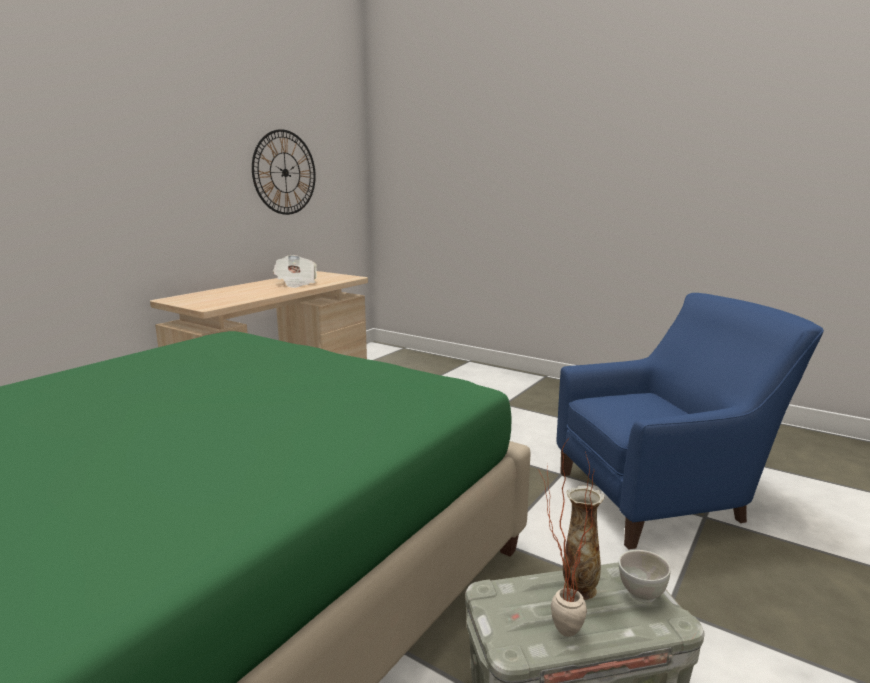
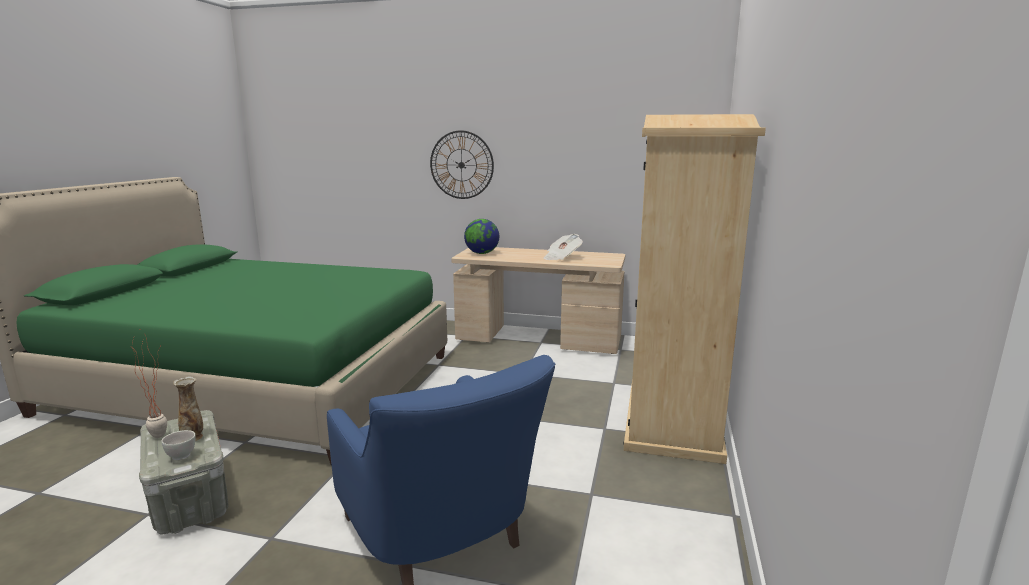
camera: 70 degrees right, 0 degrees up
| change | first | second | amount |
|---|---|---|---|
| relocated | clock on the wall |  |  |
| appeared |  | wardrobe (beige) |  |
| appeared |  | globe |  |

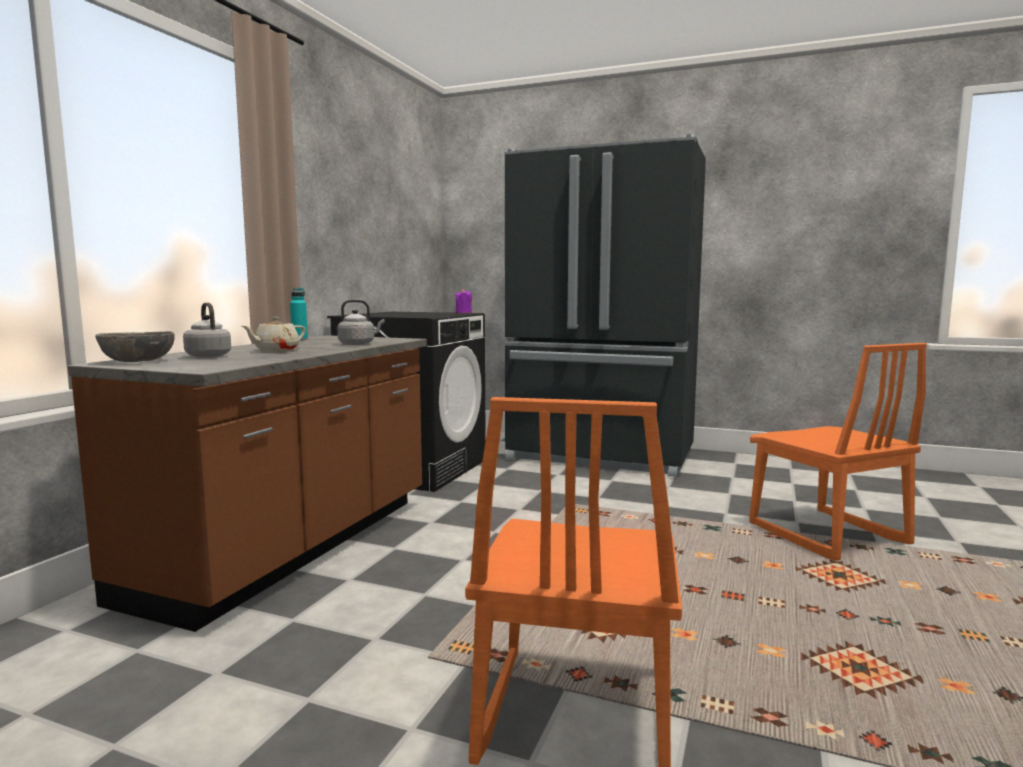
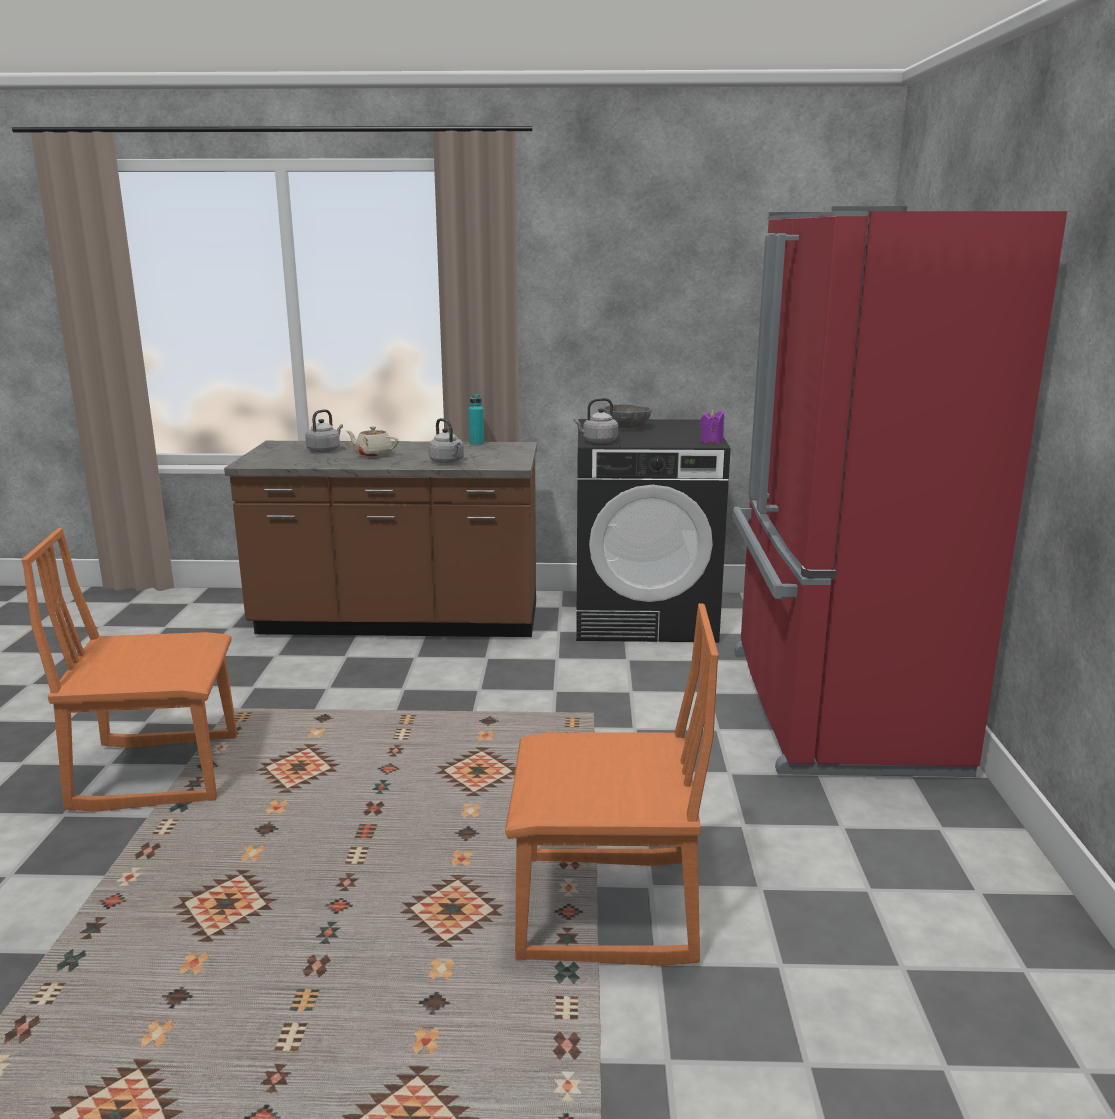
camera: 70 degrees right, 10 degrees up
| change | first | second | amount |
|---|---|---|---|
| colour | refrigerator (black) | refrigerator (reddish) |  |
| relocated | bowl (gray) |  |  |
| spun | plain chair (orange) (no. 2 from left) |  | 135 degrees counterclockwise |
| appeared |  | tea kettle (gray) (no. 3 from left) |  |

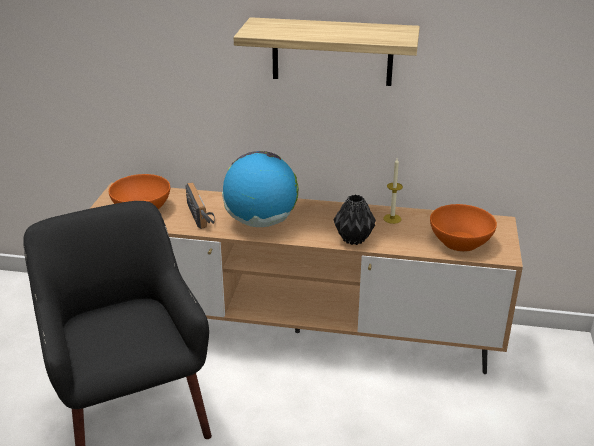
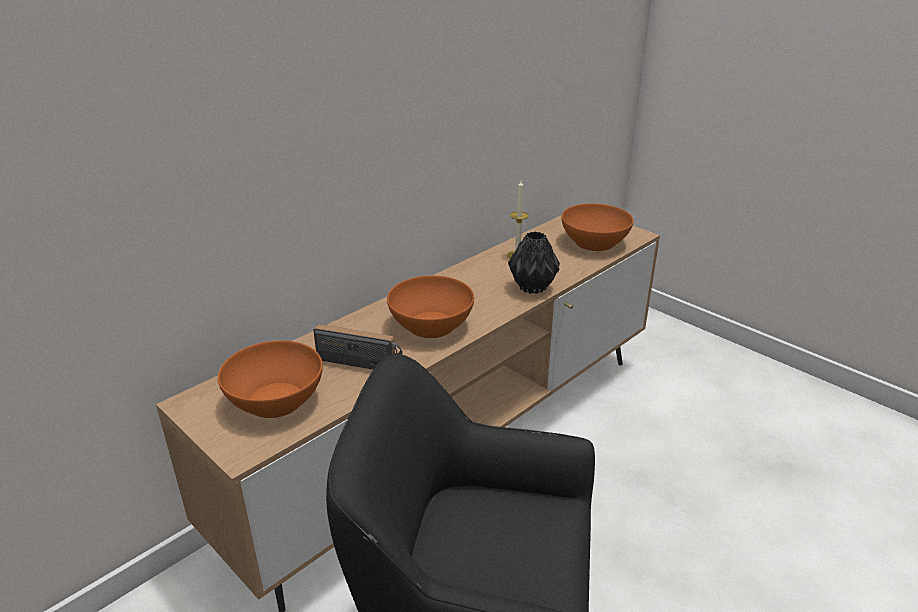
camera: 55 degrees left, 0 degrees up
| change | first | second | amount |
|---|---|---|---|
| missing | wall shelf |  |  |
| exchanged | globe | bowl (orange) (no. 2 from left) |  |

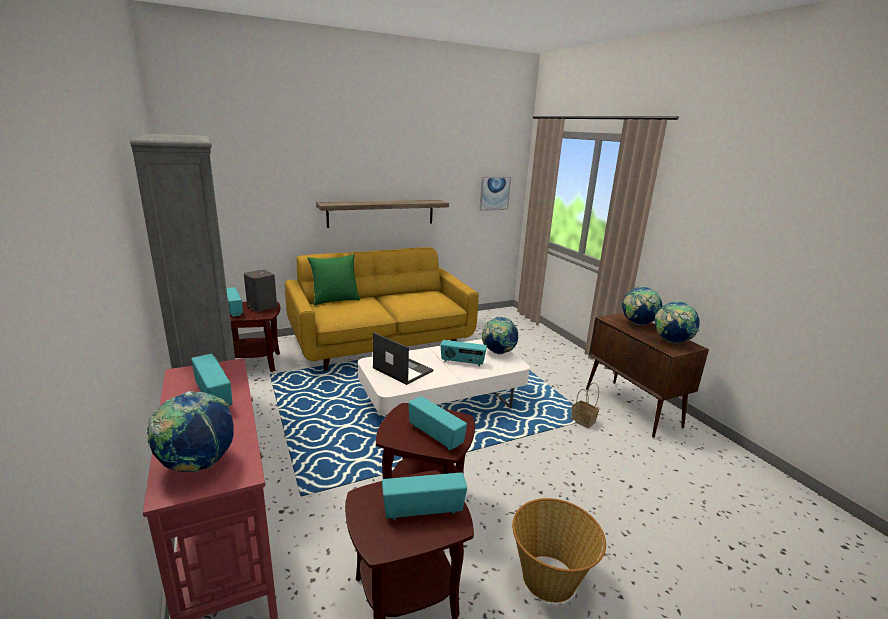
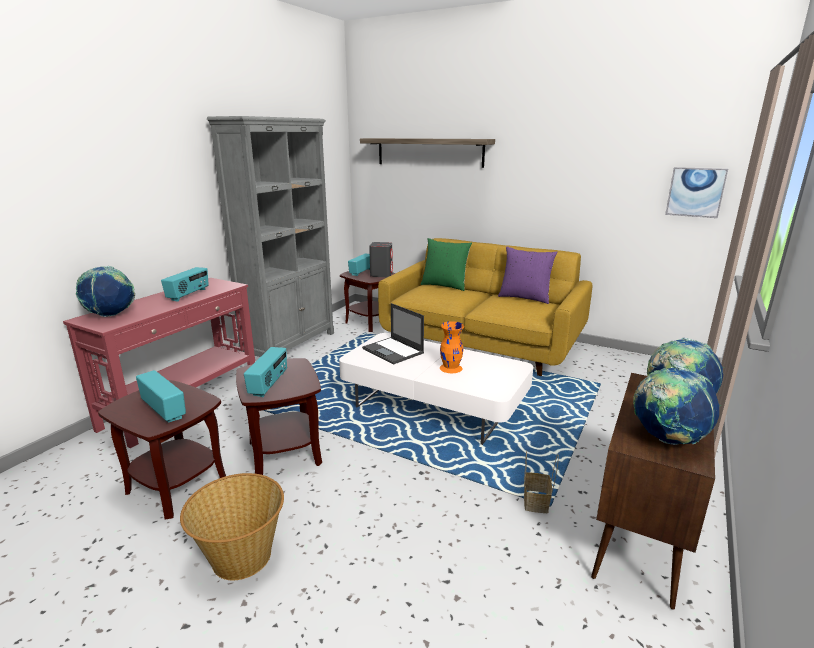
camera: 55 degrees right, 0 degrees up
| change | first | second | amount |
|---|---|---|---|
| relocated | wall shelf |  |  |
| missing | globe (no. 2 from left) |  |  |
| spun | laptop |  | 135 degrees clockwise |
| exchanged | radio set (no. 5 from left) | decorative vase (orange) |  |
| appeared |  | pillow (purplish) |  |

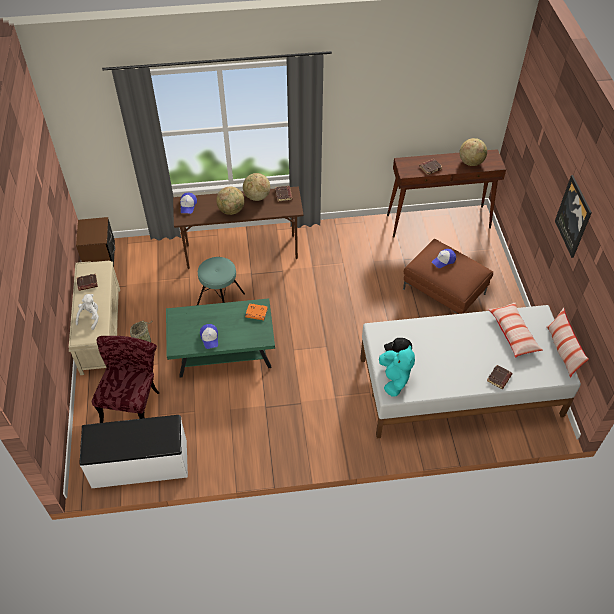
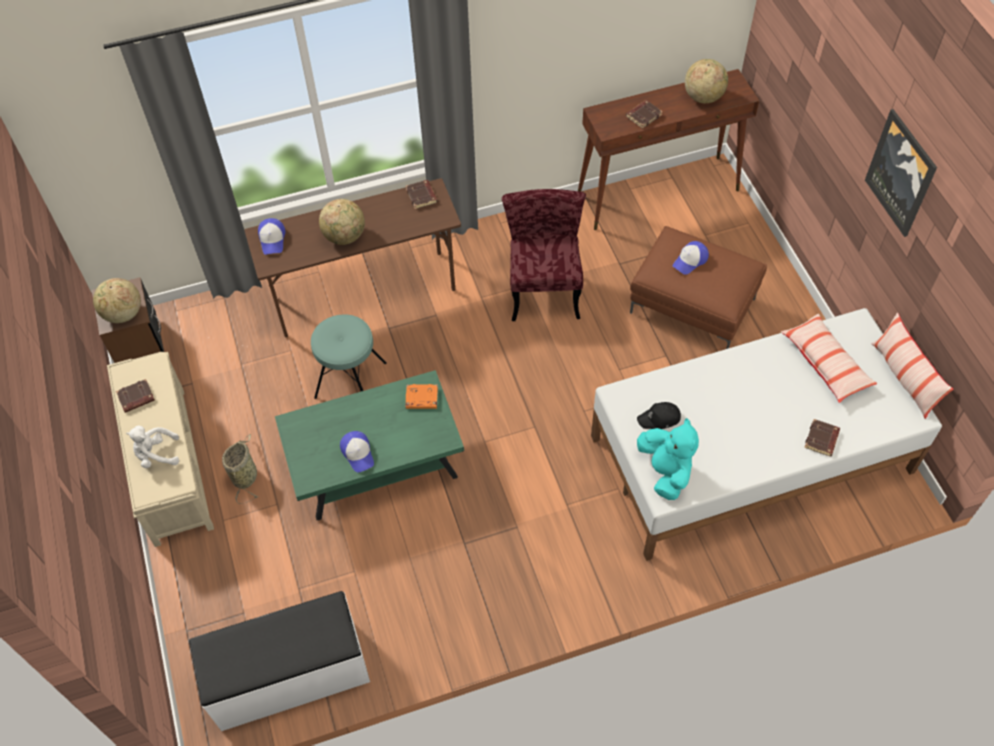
camera: 10 degrees left, 5 degrees up
| change | first | second | amount |
|---|---|---|---|
| relocated | globe (no. 2 from left in the first image) | globe (no. 1 from left) |  |
| spun | soft toy (white) |  | 105 degrees counterclockwise |
| relocated | plain chair (reddish) |  |  |

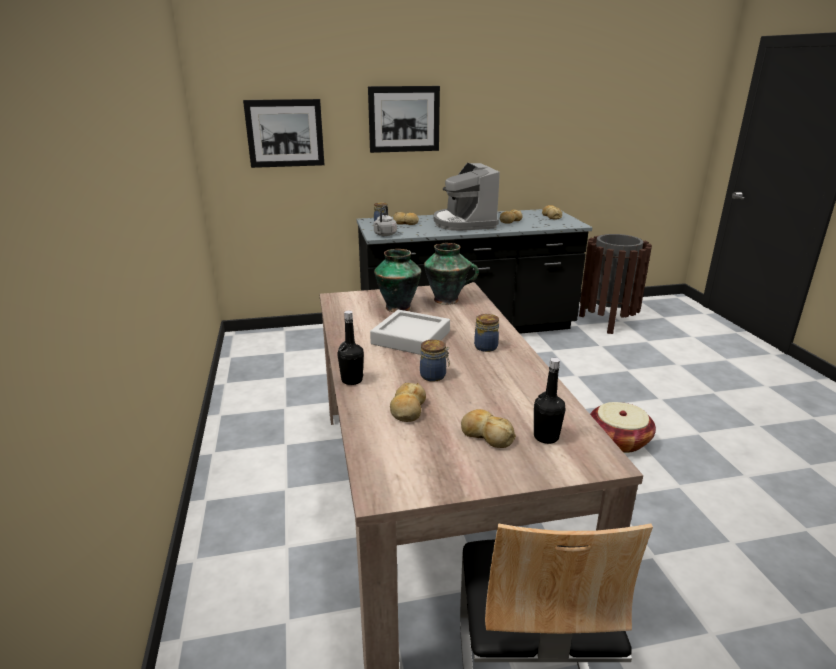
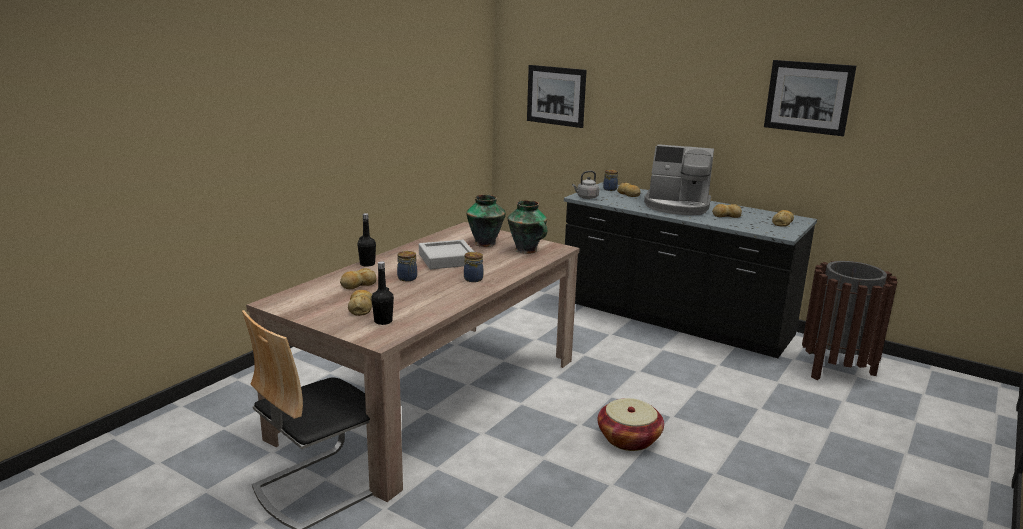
camera: 45 degrees right, 5 degrees down
| change | first | second | amount |
|---|---|---|---|
| relocated | picture (no. 2 from left) |  |  |
| spun | coffee machine |  | 105 degrees counterclockwise |

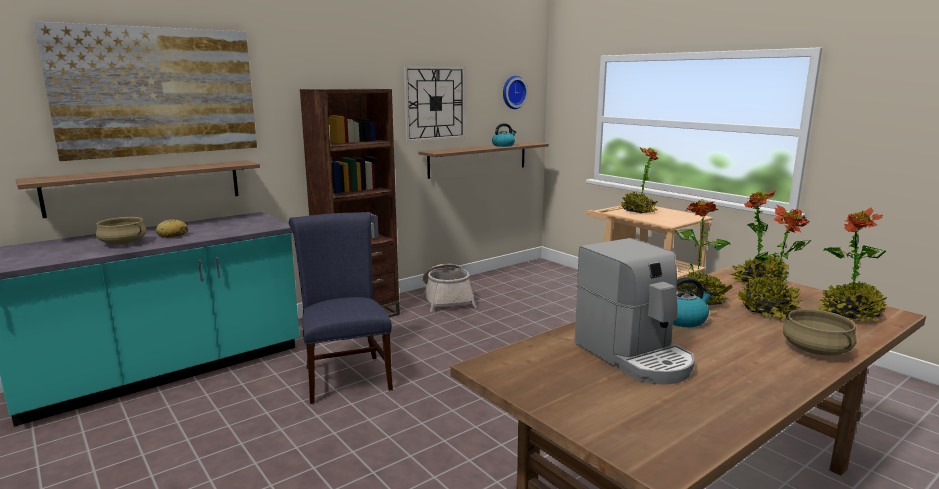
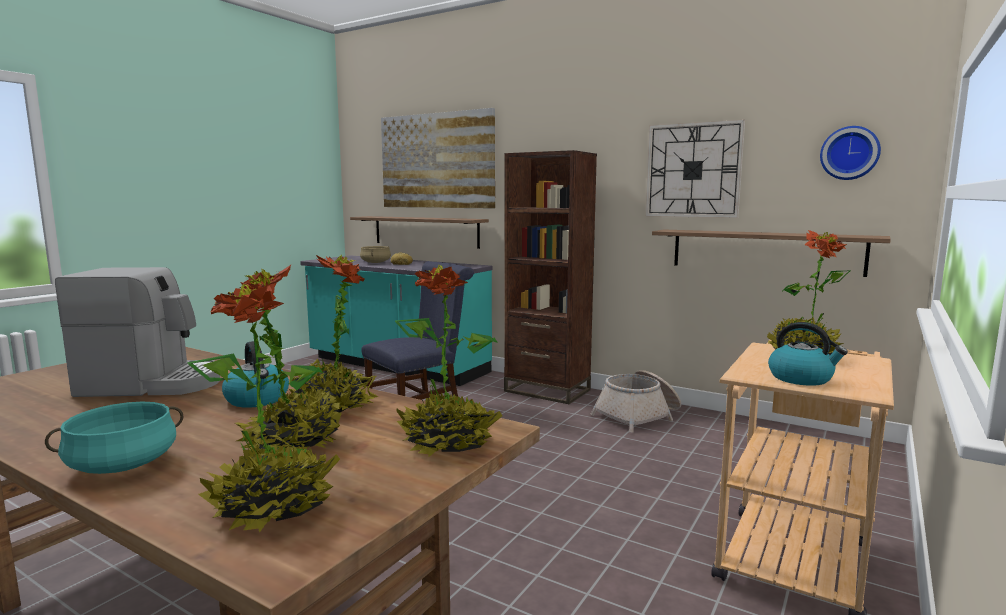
camera: 70 degrees right, 5 degrees down
| change | first | second | amount |
|---|---|---|---|
| relocated | tea kettle (no. 1 from left in the first image) | tea kettle (no. 2 from left) |  |
| spun | coffee machine |  | 135 degrees counterclockwise |
| colour | stockpot (beige) (no. 2 from left) | stockpot (blue-green) |  |

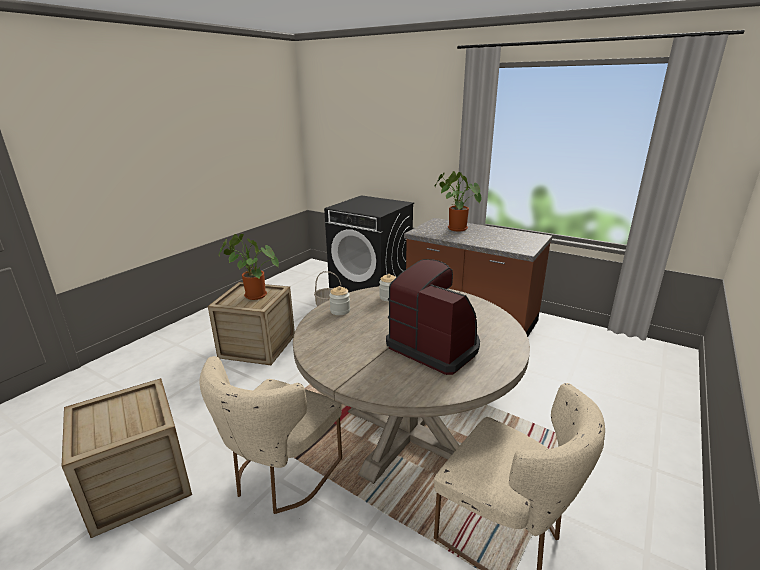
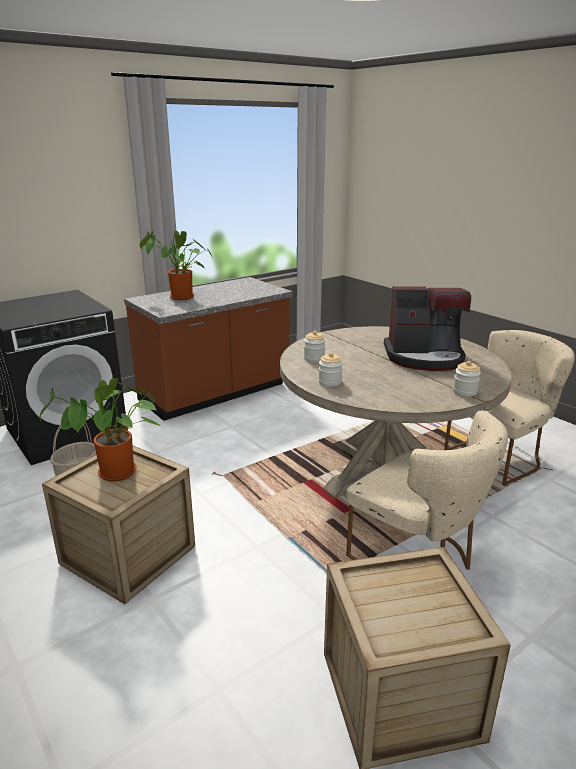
camera: 70 degrees left, 0 degrees up
| change | first | second | amount |
|---|---|---|---|
| spun | coffee machine |  | 150 degrees counterclockwise |
| appeared |  | preserve jar (no. 3 from left) |  |

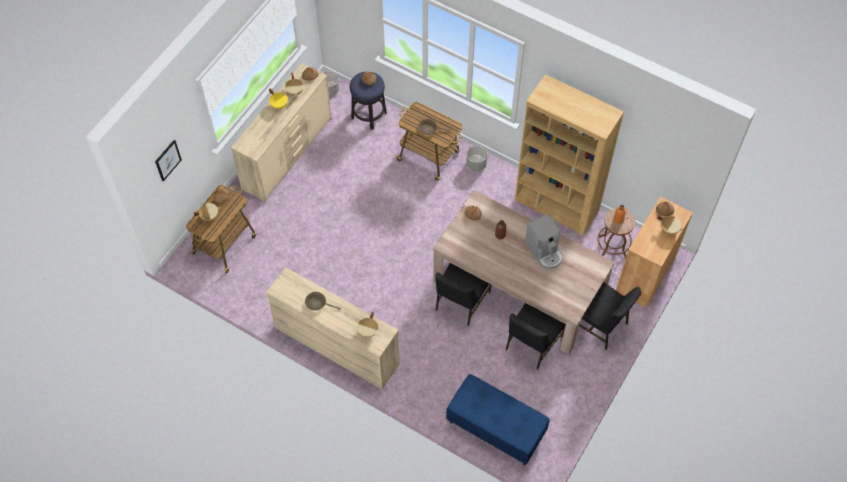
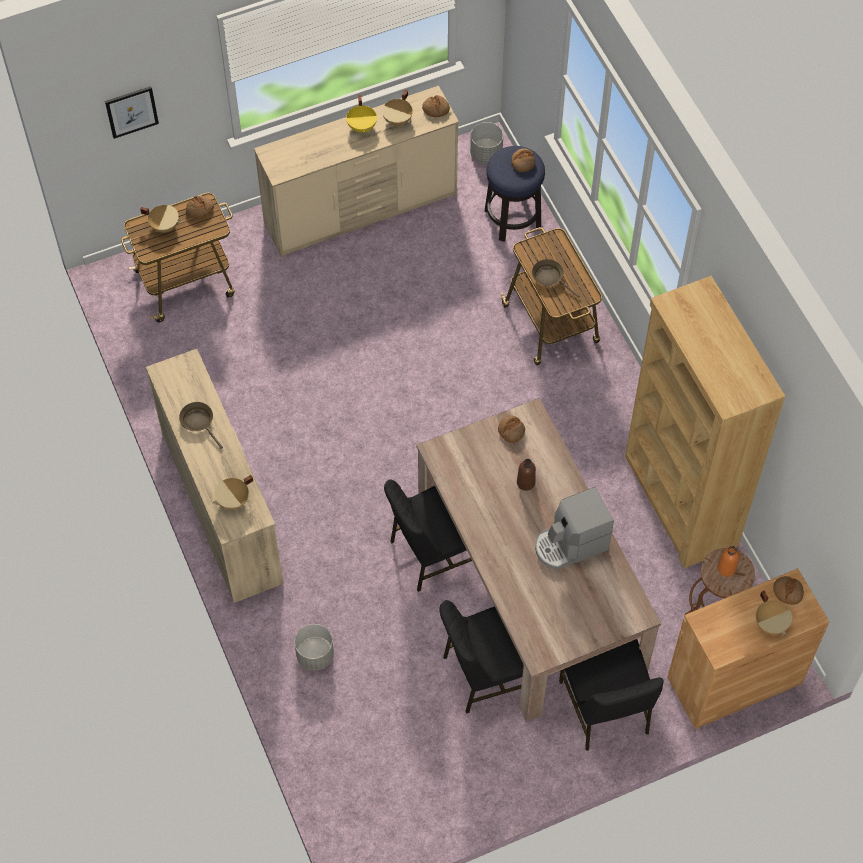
camera: 35 degrees right, 0 degrees up
| change | first | second | amount |
|---|---|---|---|
| relocated | flower pot (gray) (no. 2 from left in the first image) | flower pot (gray) (no. 1 from left) |  |
| spun | coffee machine |  | 60 degrees clockwise |
| missing | indoor bench (blue) |  |  |

